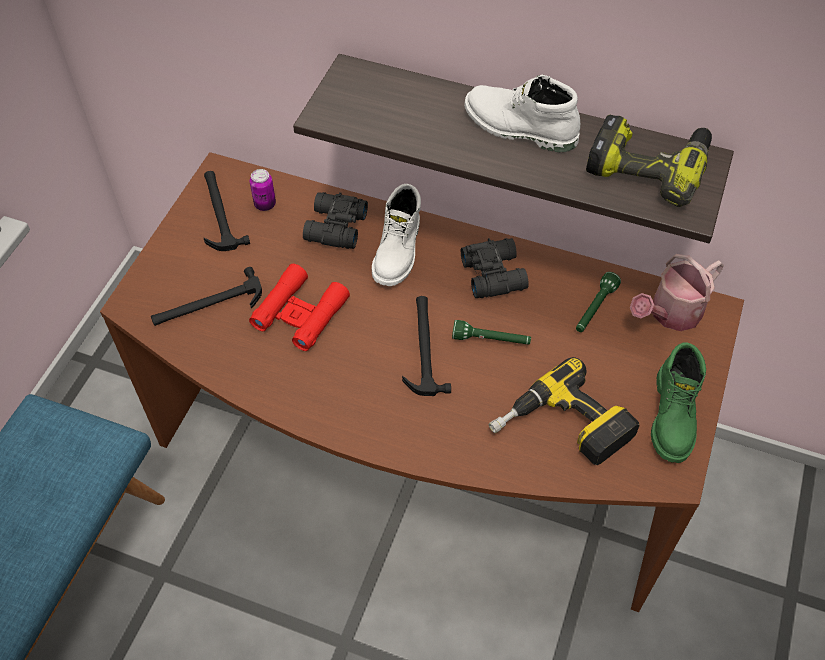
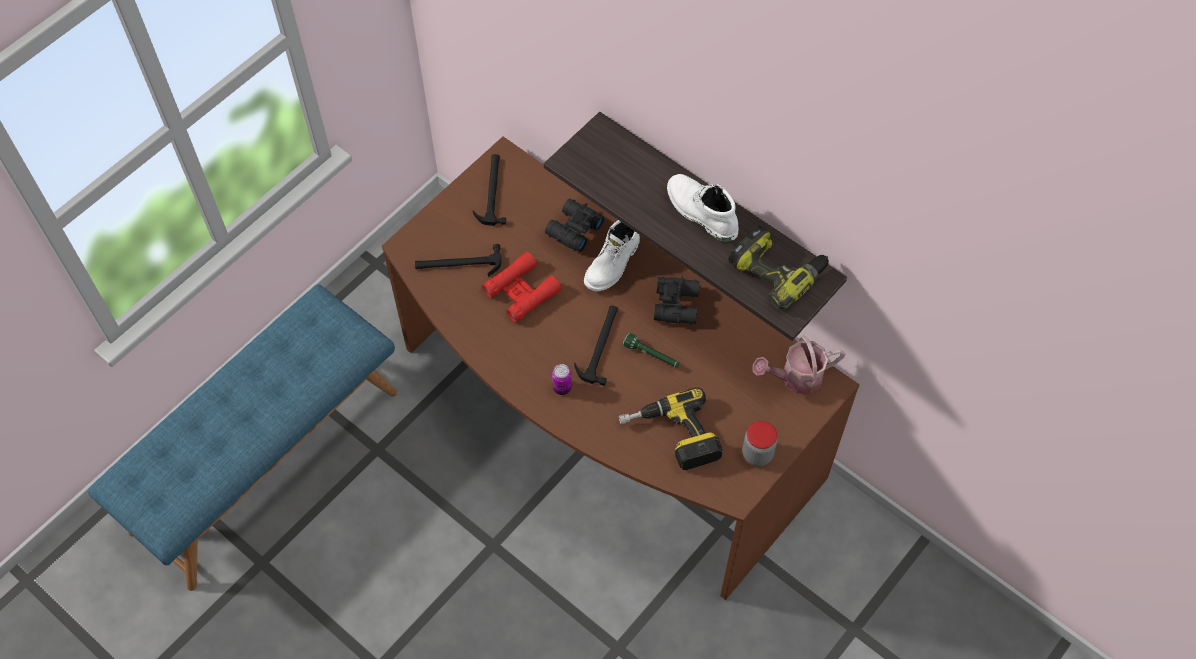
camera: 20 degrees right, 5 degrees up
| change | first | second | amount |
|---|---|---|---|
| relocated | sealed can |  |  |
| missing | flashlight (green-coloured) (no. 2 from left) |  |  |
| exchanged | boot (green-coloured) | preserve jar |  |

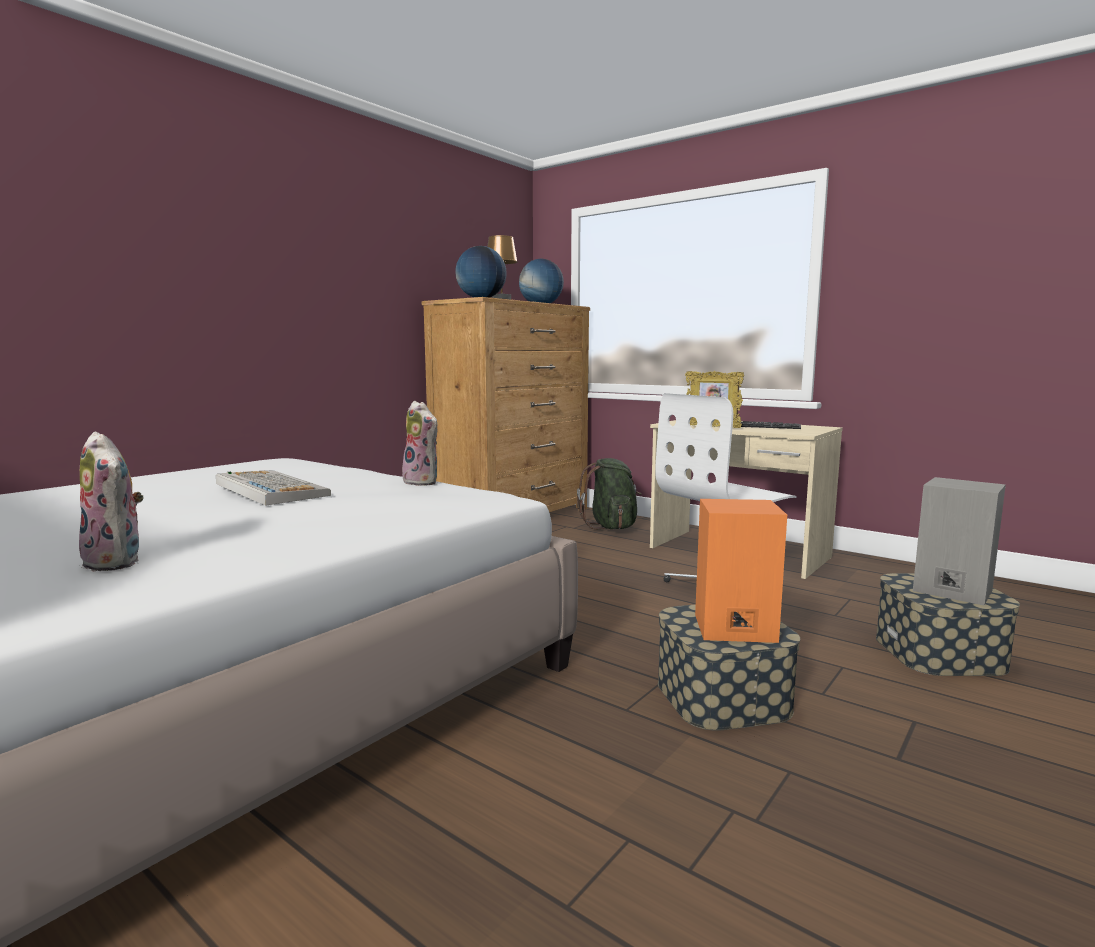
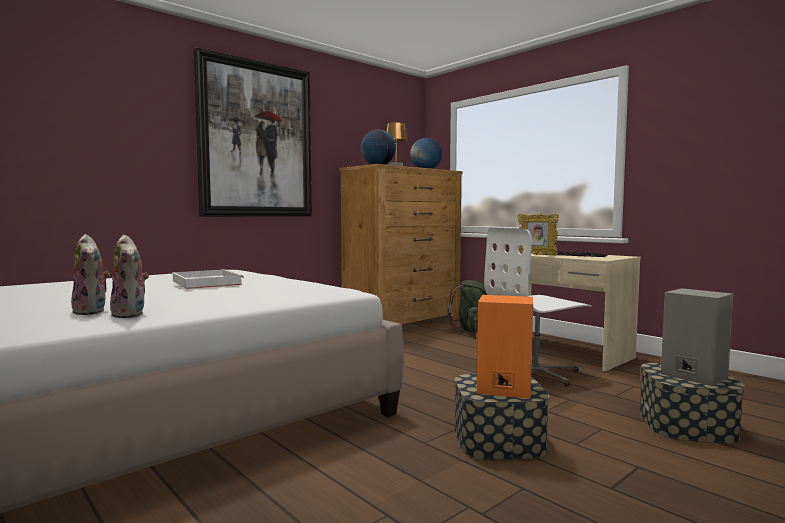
camera: 10 degrees right, 5 degrees down
| change | first | second | amount |
|---|---|---|---|
| relocated | soft toy (no. 2 from left) |  |  |
| exchanged | computer keyboard (no. 1 from left) | serving tray (white) |  |
| appeared |  | picture |  |

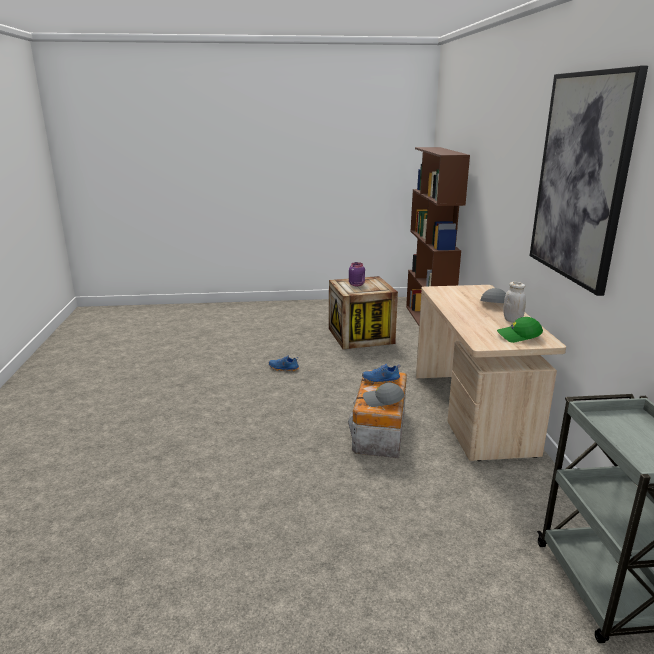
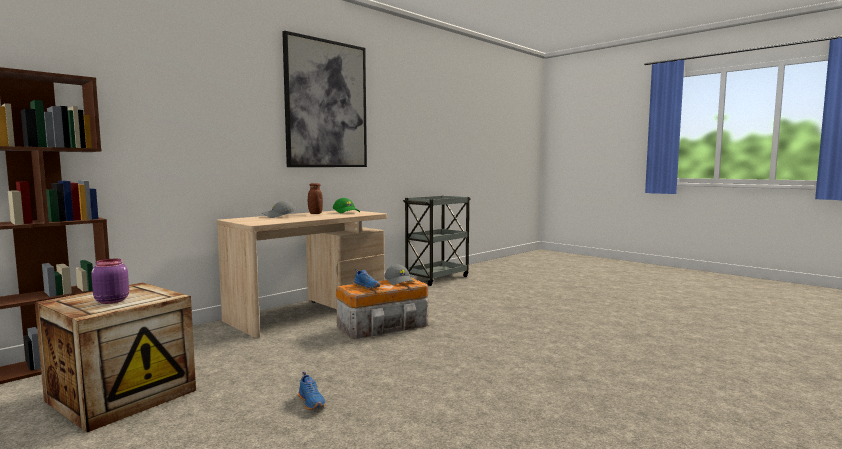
camera: 130 degrees left, 15 degrees down
| change | first | second | amount |
|---|---|---|---|
| colour | preserve jar (white) | preserve jar (brown-coloured) |  |

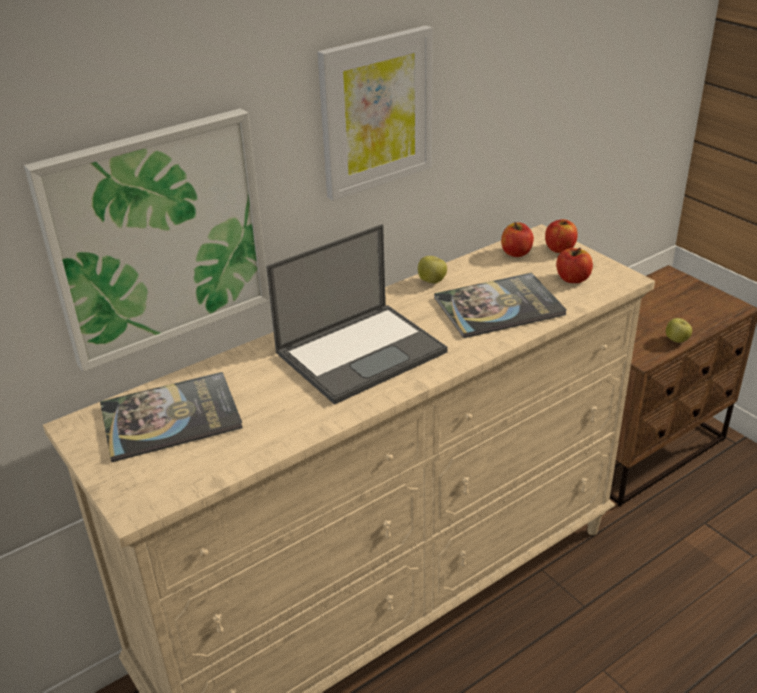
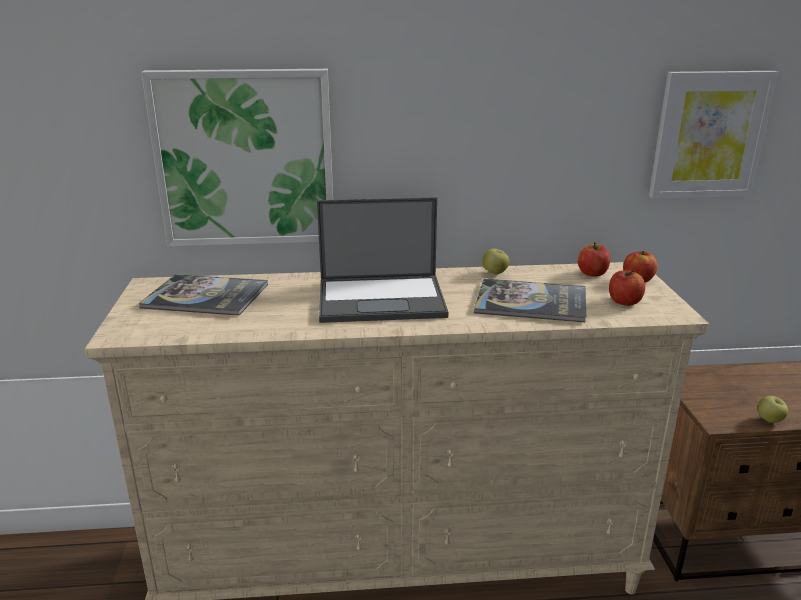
camera: 30 degrees right, 10 degrees down
| change | first | second | amount |
|---|---|---|---|
| relocated | picture (no. 2 from left) |  |  |

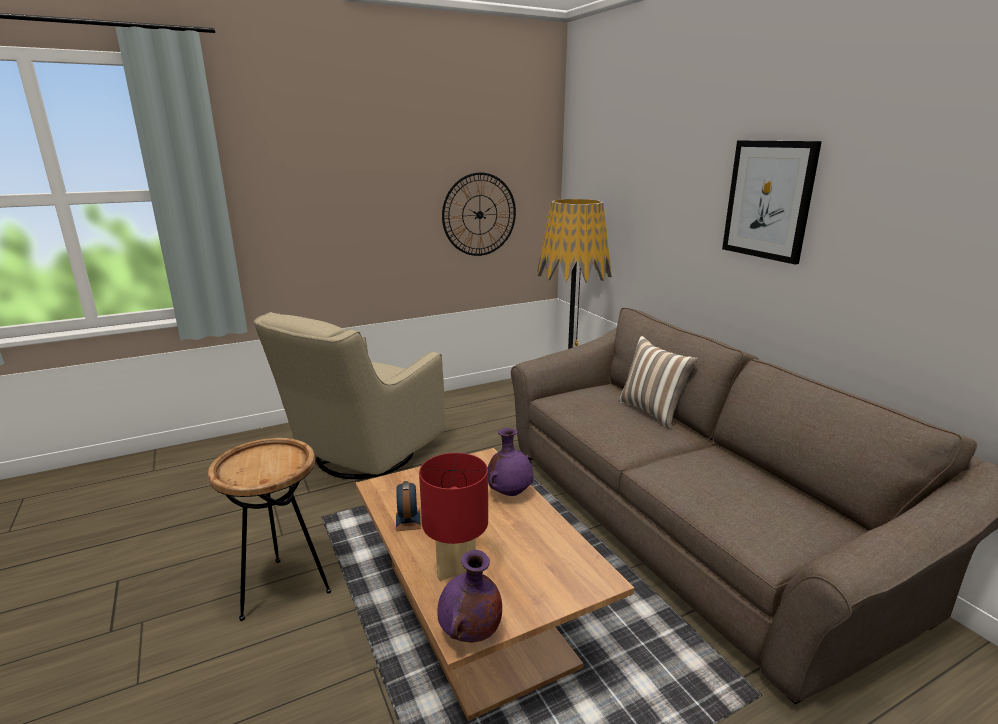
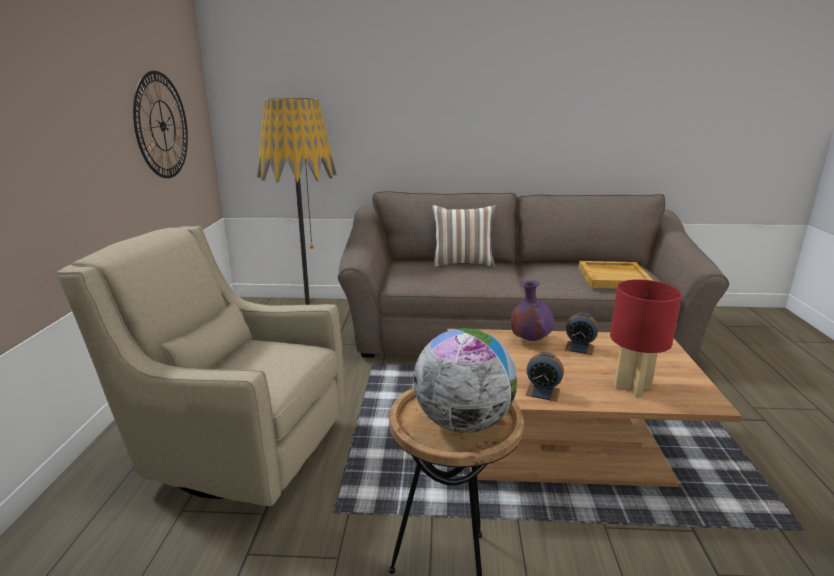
camera: 60 degrees left, 0 degrees up
| change | first | second | amount |
|---|---|---|---|
| missing | picture |  |  |
| spun | lounge chair (beige) |  | 135 degrees clockwise |
| missing | decorative vase (purplish) (no. 1 from left) |  |  |
| appeared |  | serving tray (beige) |  |
| appeared |  | table clock (no. 2 from left) |  |
| appeared |  | globe |  |

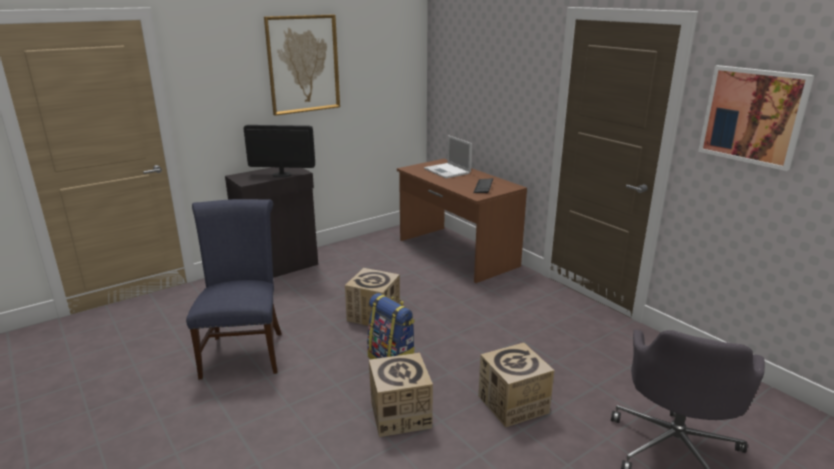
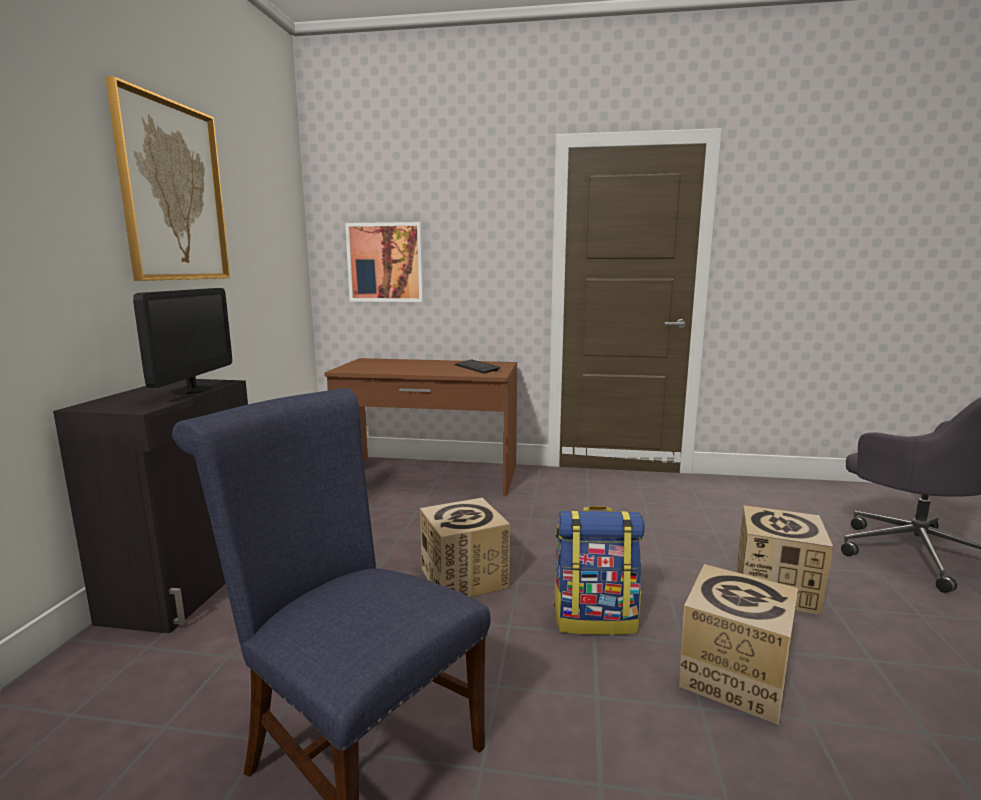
camera: 45 degrees left, 10 degrees down
| change | first | second | amount |
|---|---|---|---|
| relocated | picture (no. 2 from left) |  |  |
| spun | computer display |  | 135 degrees clockwise |
| missing | laptop |  |  |

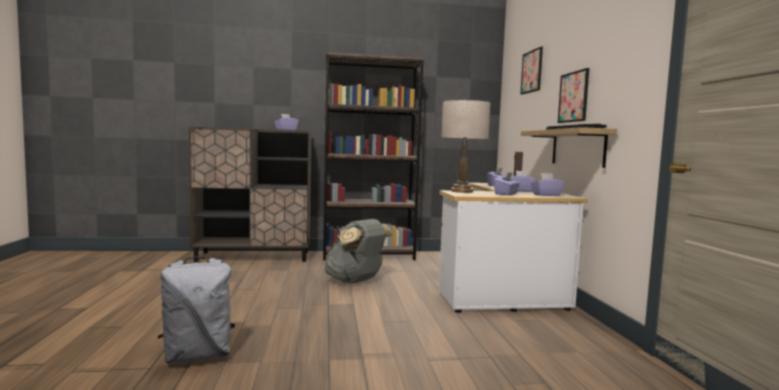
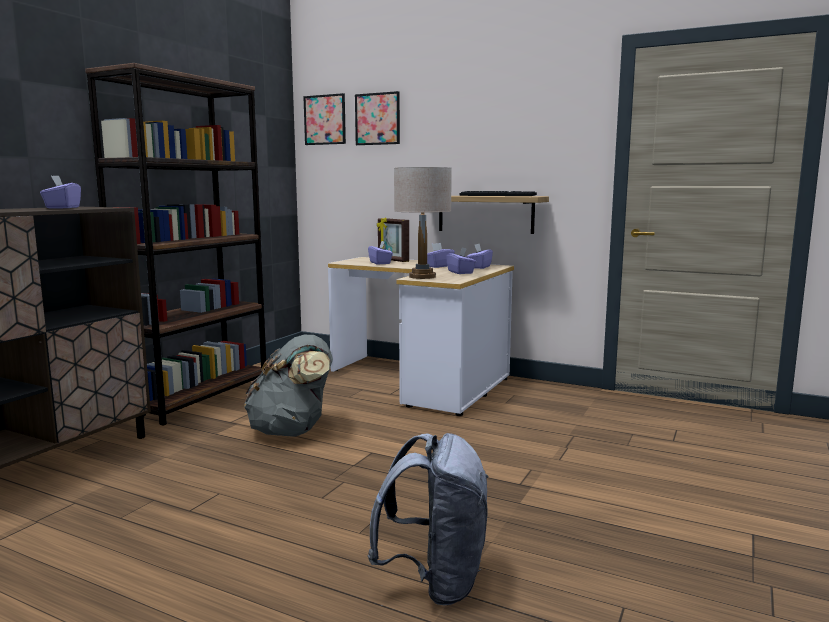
camera: 55 degrees left, 5 degrees up
| change | first | second | amount |
|---|---|---|---|
| relocated | picture (no. 2 from left in the first image) | picture (no. 1 from left) |  |

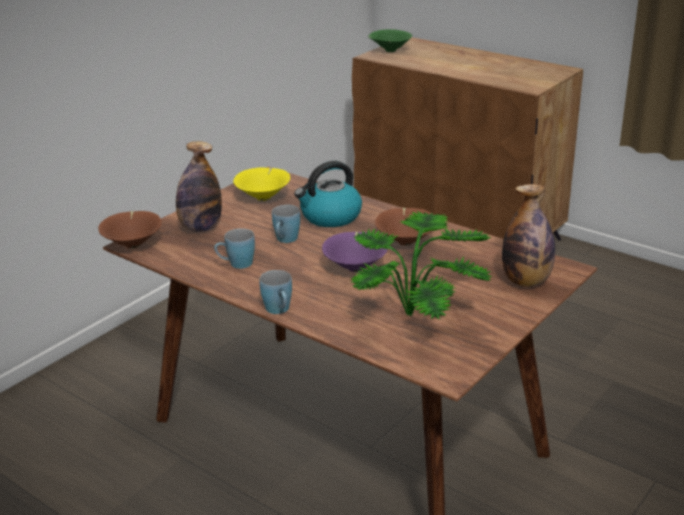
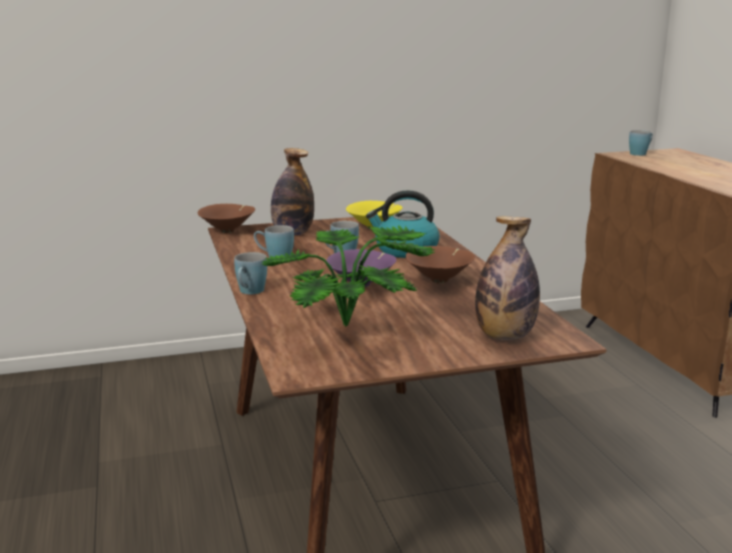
camera: 35 degrees right, 10 degrees down
| change | first | second | amount |
|---|---|---|---|
| exchanged | bowl (green-coloured) | mug (blue) (no. 4 from left) |  |

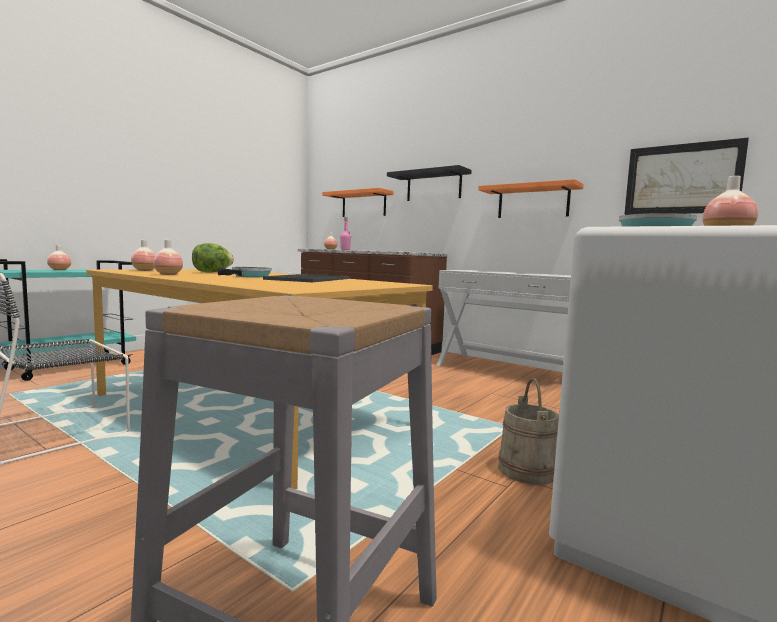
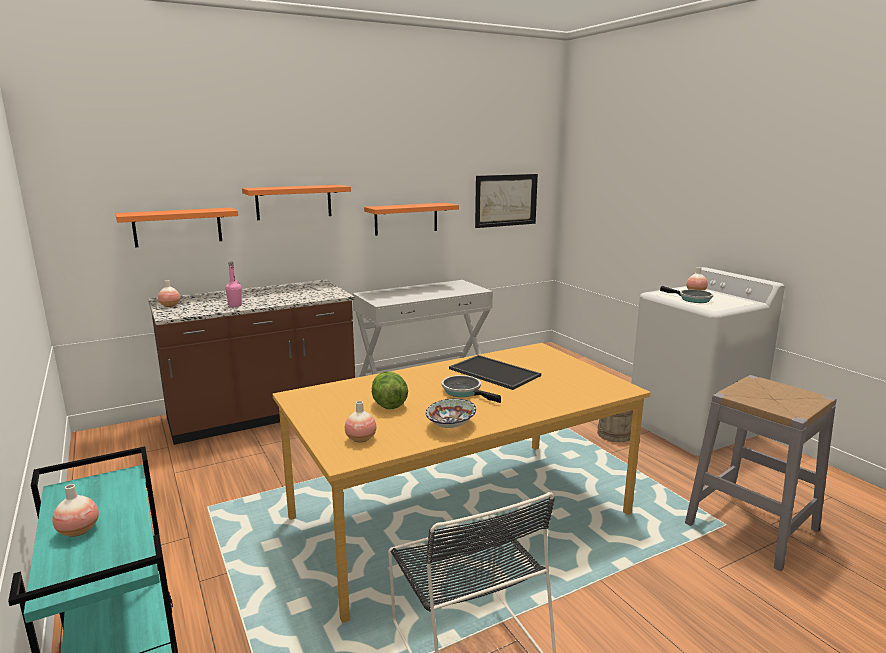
camera: 65 degrees left, 10 degrees up
| change | first | second | amount |
|---|---|---|---|
| colour | wall shelf (black) | wall shelf (orange) (no. 2 from left) |  |
| exchanged | decorative vase (no. 3 from left) | bowl |  |

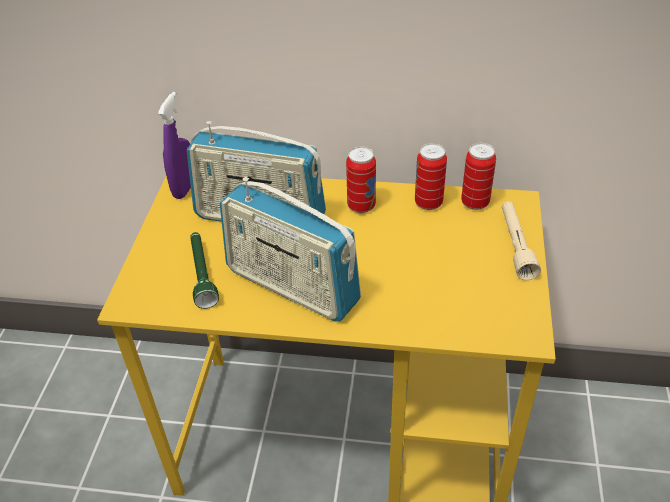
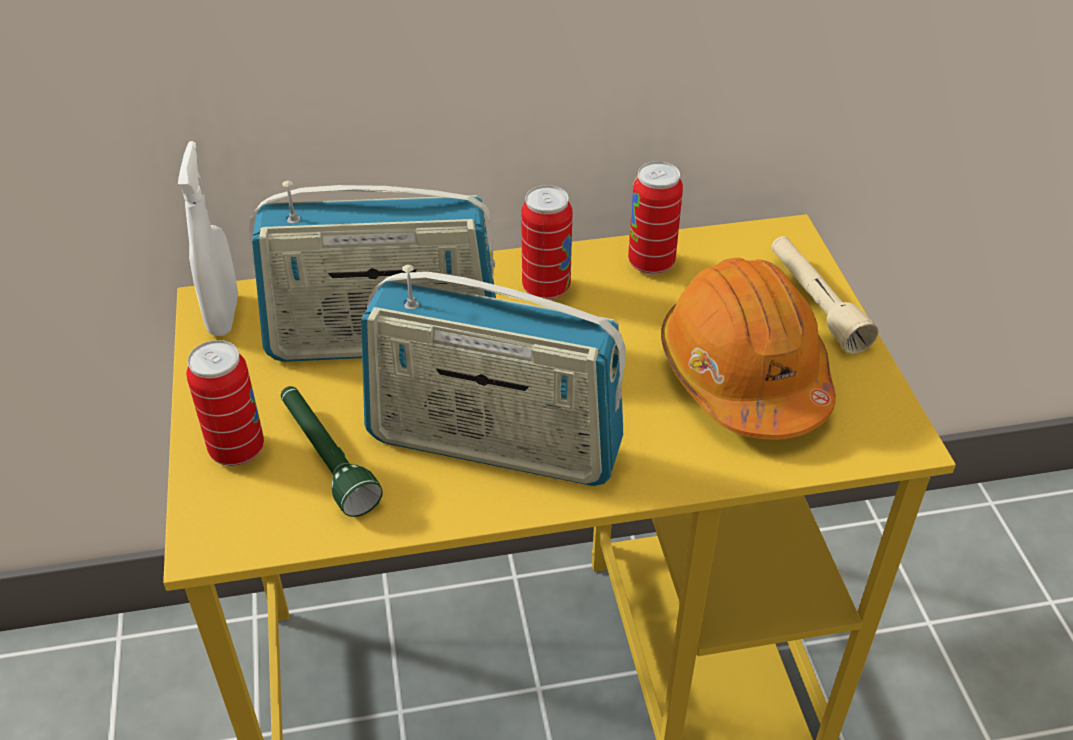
camera: 20 degrees left, 0 degrees up
| change | first | second | amount |
|---|---|---|---|
| colour | spray bottle (purplish) | spray bottle (white) |  |
| relocated | sealed can (no. 3 from left in the first image) | sealed can (no. 1 from left) |  |
| appeared |  | work helmet (orange) |  |

